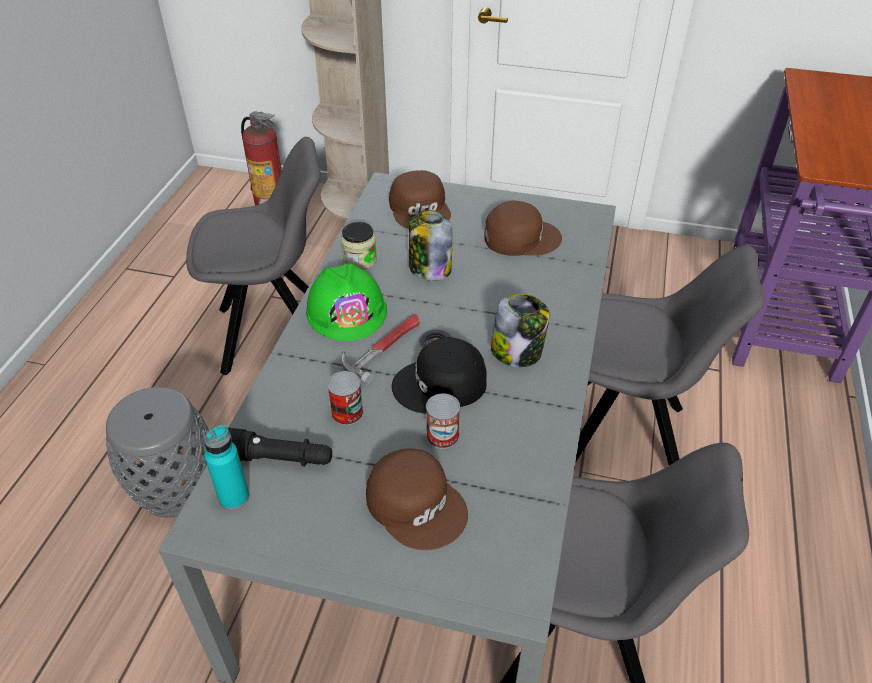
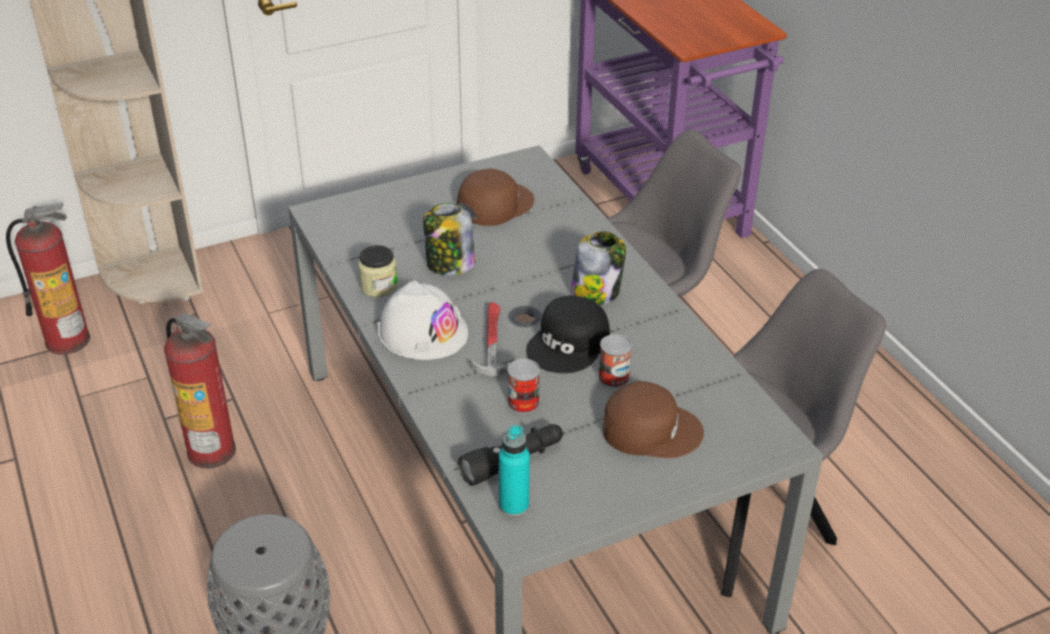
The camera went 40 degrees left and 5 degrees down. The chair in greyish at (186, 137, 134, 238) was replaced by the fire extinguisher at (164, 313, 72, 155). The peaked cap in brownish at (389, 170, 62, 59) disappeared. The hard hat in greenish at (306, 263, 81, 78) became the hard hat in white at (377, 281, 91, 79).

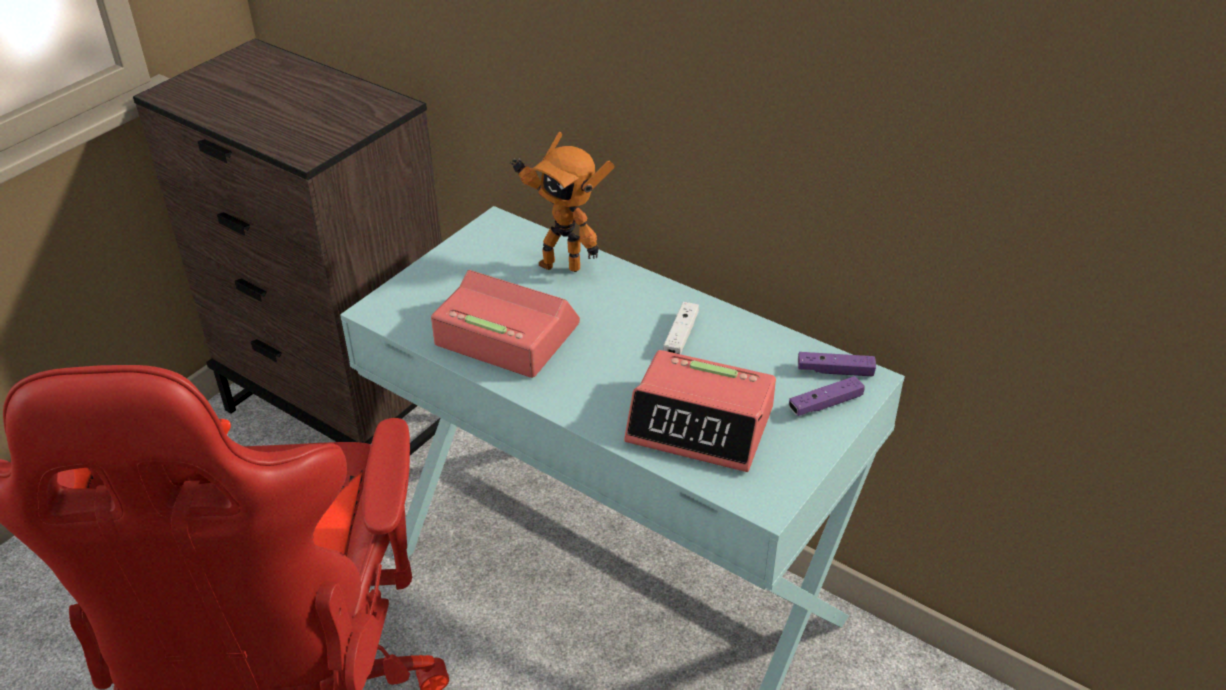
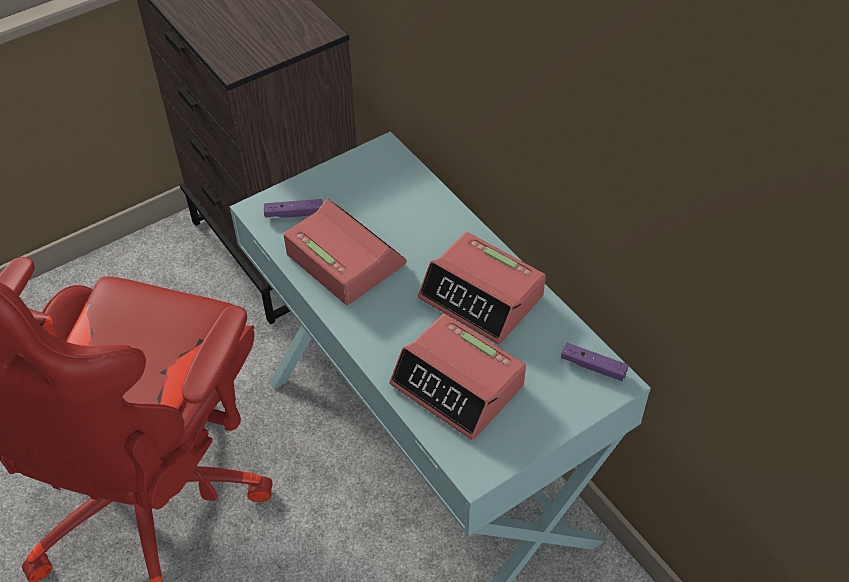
The camera went 20 degrees right and 10 degrees up. The toy robot at (510, 131, 105, 141) disappeared. The joypad in white at (663, 302, 36, 52) was replaced by the table clock at (418, 232, 128, 113). The joypad in purplish moved from (789, 376, 76, 40) to (264, 199, 59, 19).

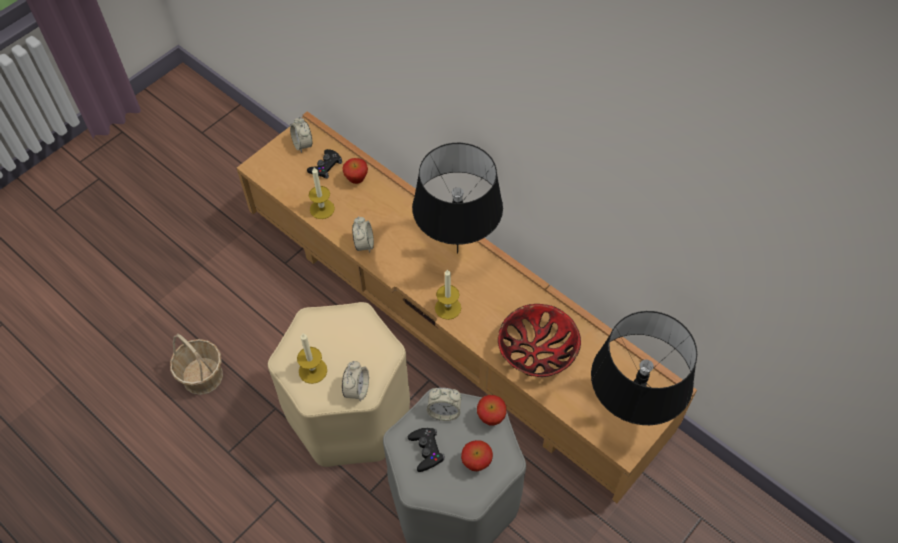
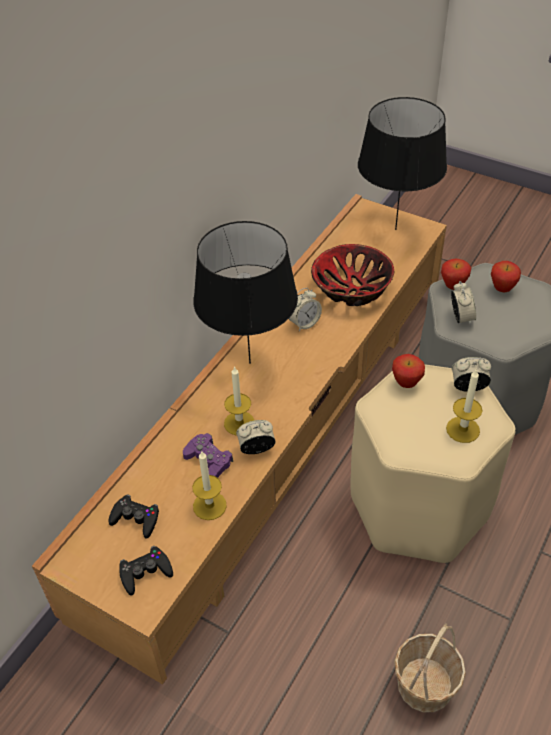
The camera went 100 degrees left and 10 degrees down. The table clock moved from (290, 117, 22, 36) to (289, 288, 33, 43). The apple moved from (342, 158, 26, 26) to (392, 354, 33, 34). The wax candle moved from (435, 269, 26, 51) to (224, 366, 30, 69). The joypad in black-coloured moved from (408, 428, 37, 44) to (120, 546, 53, 50). The joypad in purplish at (183, 433, 50, 45) appeared.

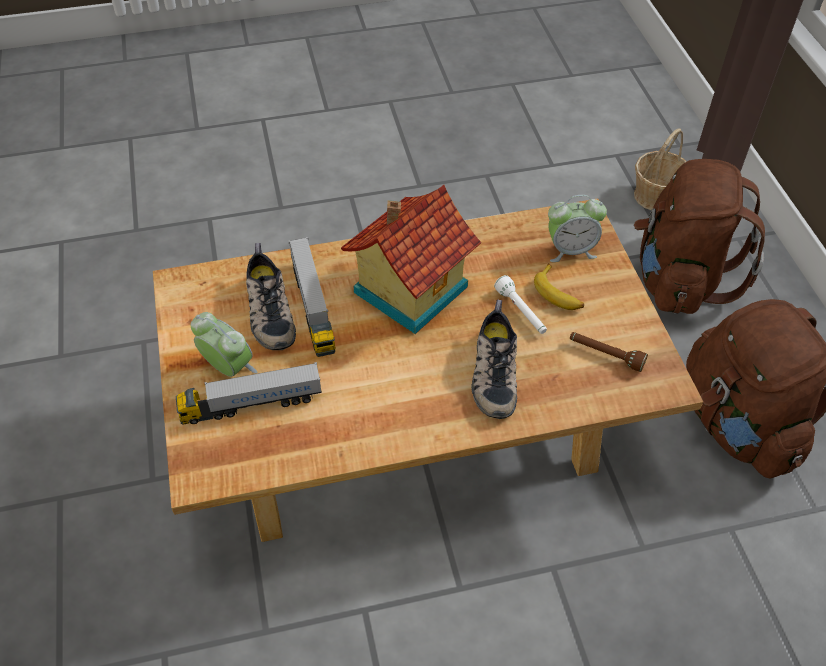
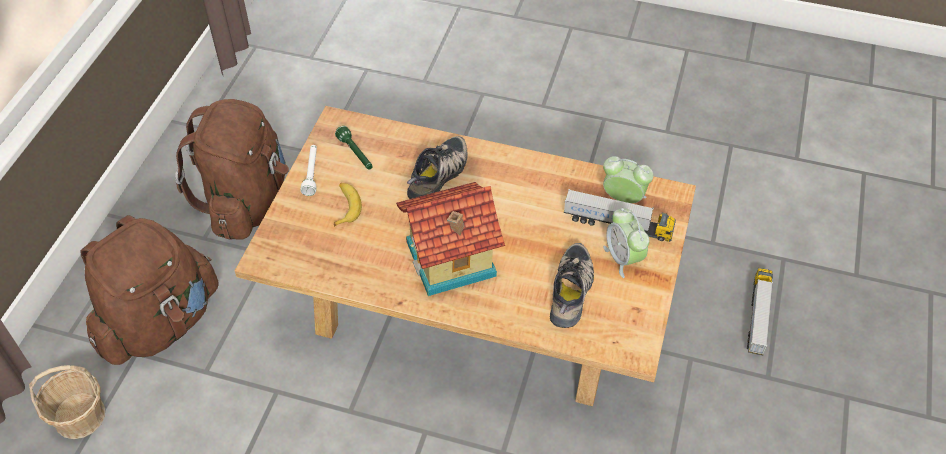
The camera went 150 degrees left and 0 degrees up. The table clock moved from (548, 195, 59, 67) to (603, 156, 50, 47). The model truck moved from (288, 237, 48, 120) to (747, 268, 26, 87). The flashlight in white moved from (494, 275, 53, 59) to (301, 145, 16, 51). The flashlight in brownish at (570, 332, 78, 40) became the flashlight in greenish at (335, 126, 38, 44).

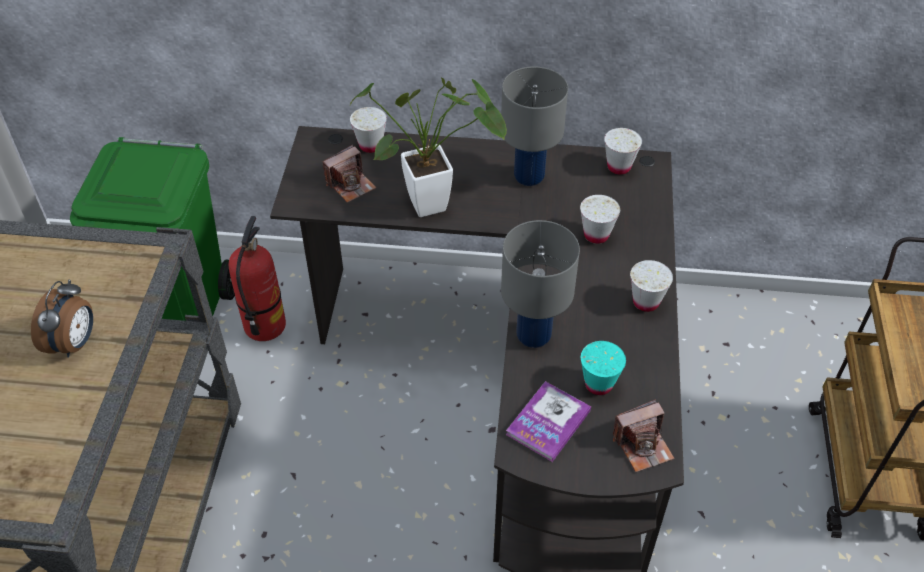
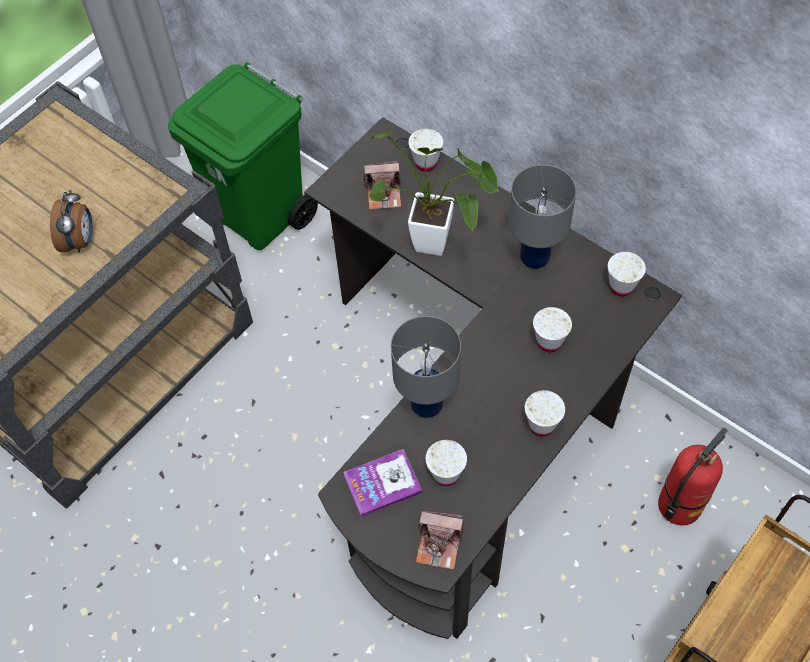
The camera went 35 degrees right and 10 degrees up. The fire extinguisher moved from (229, 216, 57, 125) to (658, 427, 70, 99). The table clock at (31, 279, 62, 78) turned 45 degrees counterclockwise. The drinking cup in blue-green at (581, 341, 45, 54) became the drinking cup in white at (426, 440, 41, 46).

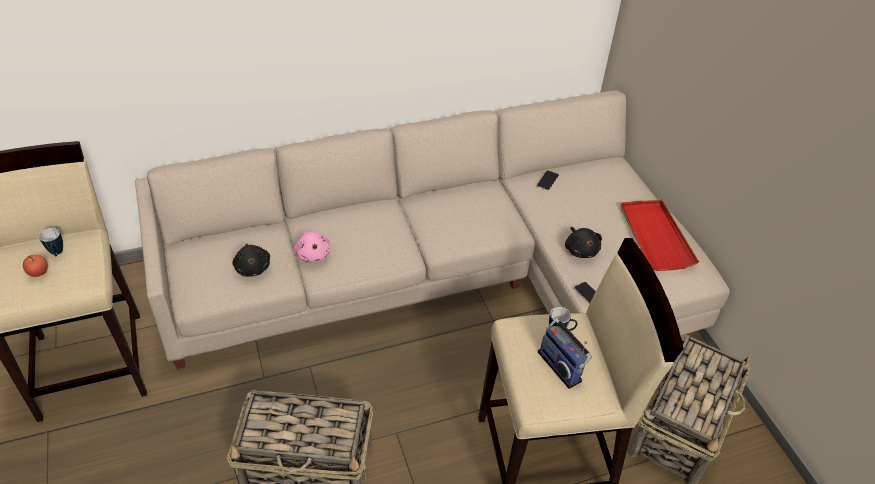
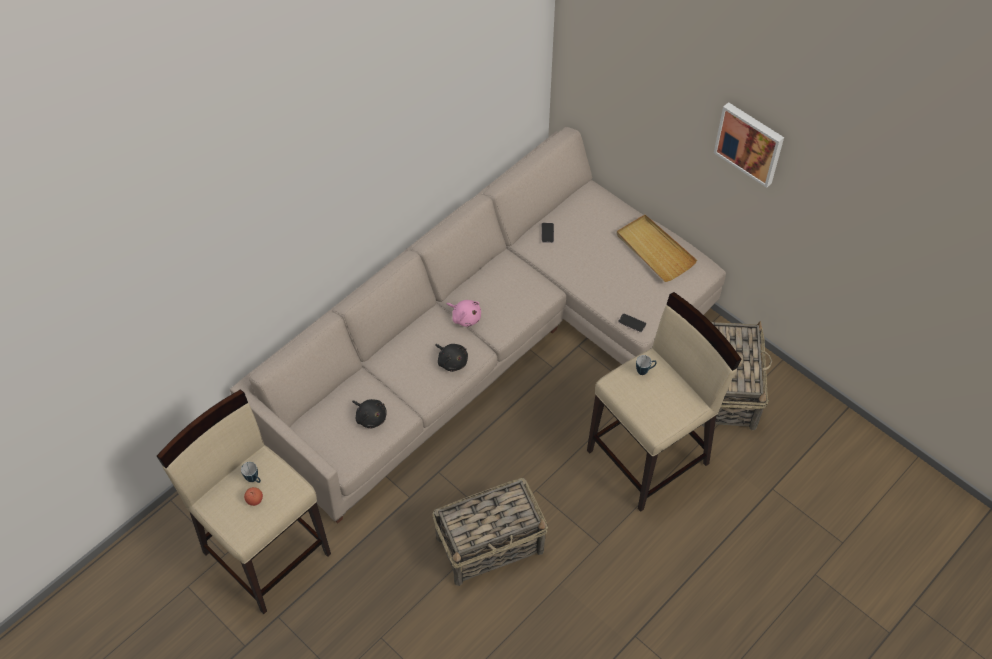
The camera went 25 degrees left and 10 degrees up. The tray in red at (621, 200, 78, 71) became the tray in beige-coloured at (616, 215, 81, 67). The cuddly toy in black-coloured moved from (565, 227, 37, 31) to (435, 344, 33, 28). The cuddly toy in pink moved from (294, 231, 36, 31) to (447, 300, 34, 27). The radio set at (538, 318, 54, 71) disappeared. The picture at (714, 102, 70, 86) appeared.

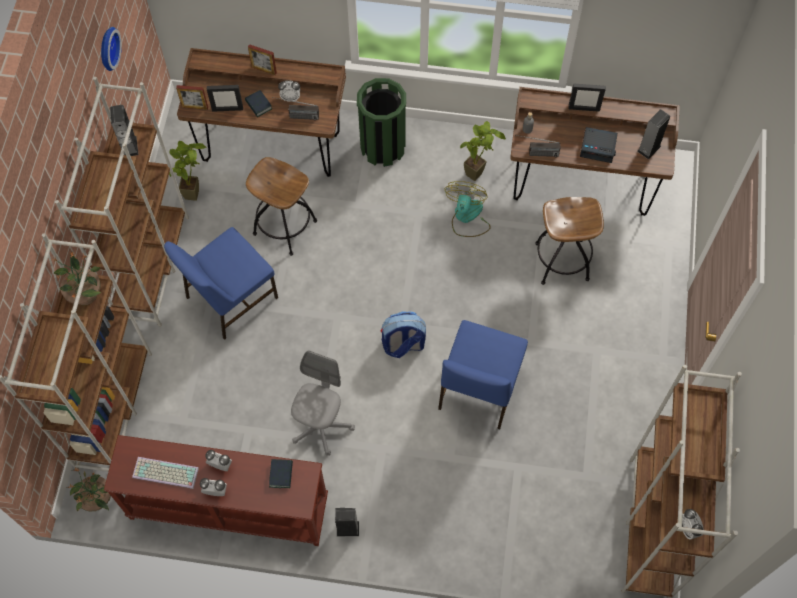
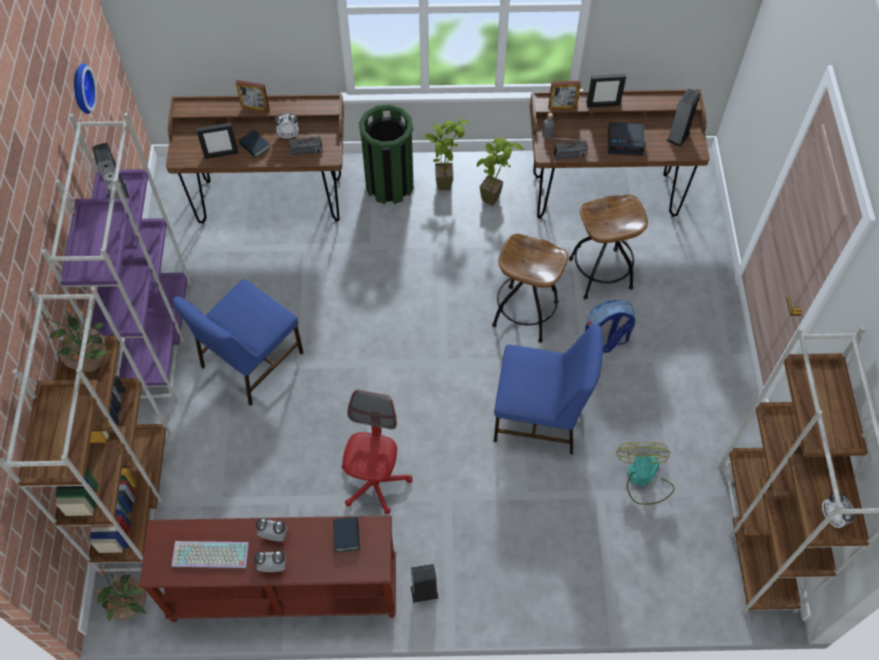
The camera went 10 degrees left and 5 degrees down. The bookcase in brownish at (55, 77, 134, 250) became the bookcase in purplish at (41, 113, 151, 290). The standing frame moved from (176, 85, 32, 25) to (548, 81, 33, 29). The houseplant moved from (169, 141, 38, 60) to (425, 119, 45, 71). The sitting stool in brownish moved from (246, 157, 71, 99) to (492, 234, 76, 109). The electric fan moved from (445, 181, 46, 56) to (616, 442, 59, 63). The backpack moved from (381, 311, 45, 47) to (585, 299, 50, 54). The chair in blue at (438, 320, 90, 109) turned 90 degrees counterclockwise. The desk chair in greyish at (291, 351, 64, 105) became the desk chair in red at (341, 390, 71, 124).

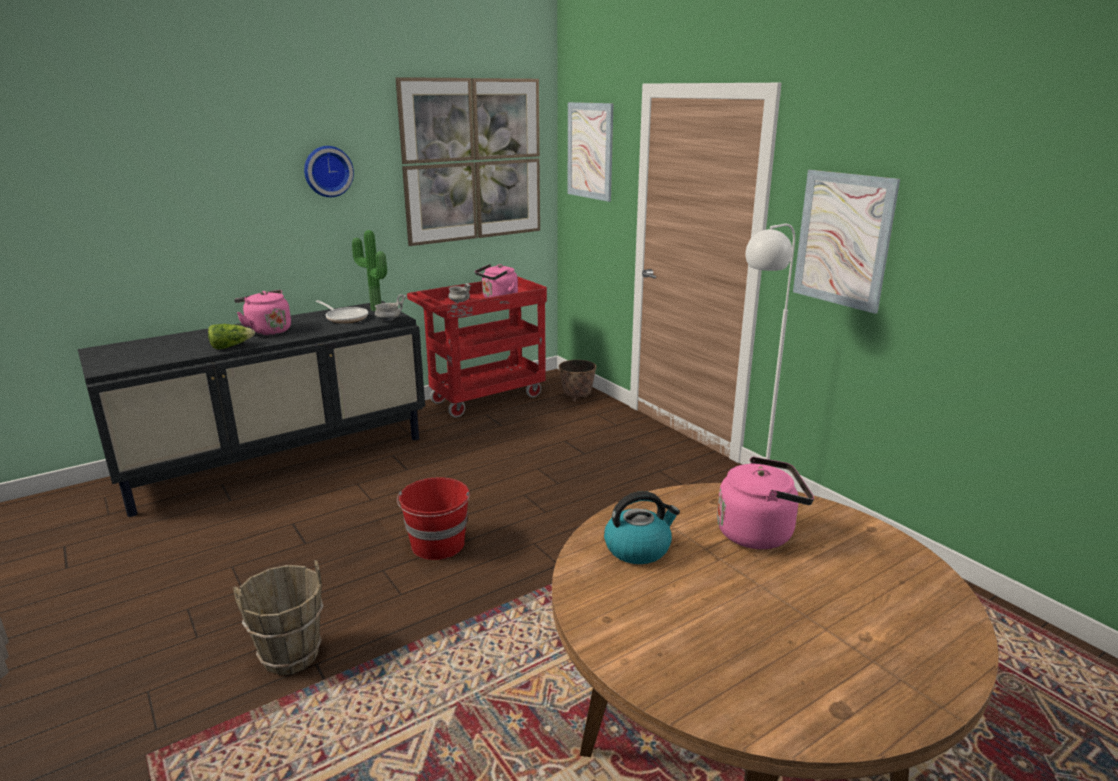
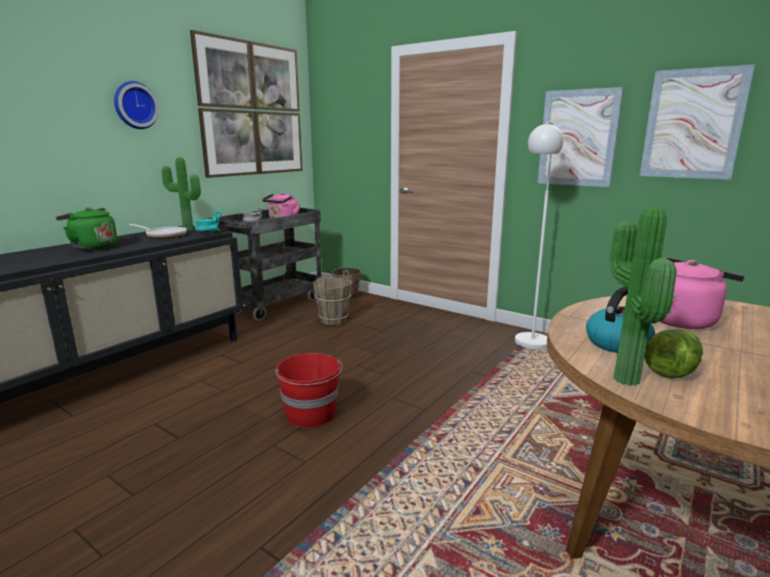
The camera went 20 degrees left and 5 degrees down. The picture moved from (567, 102, 47, 100) to (640, 64, 115, 116). The wheeled cart in red at (407, 276, 140, 141) became the wheeled cart in black-coloured at (208, 208, 114, 113). The tea kettle in pink at (234, 290, 57, 46) became the tea kettle in greenish at (56, 207, 61, 43). The serving bowl in greyish at (375, 294, 31, 27) became the serving bowl in blue-green at (194, 211, 28, 23). The lettuce head moved from (208, 324, 47, 25) to (644, 329, 59, 50). The bucket in brownish moved from (233, 560, 91, 115) to (313, 270, 39, 55). The houseplant at (610, 206, 67, 180) appeared.

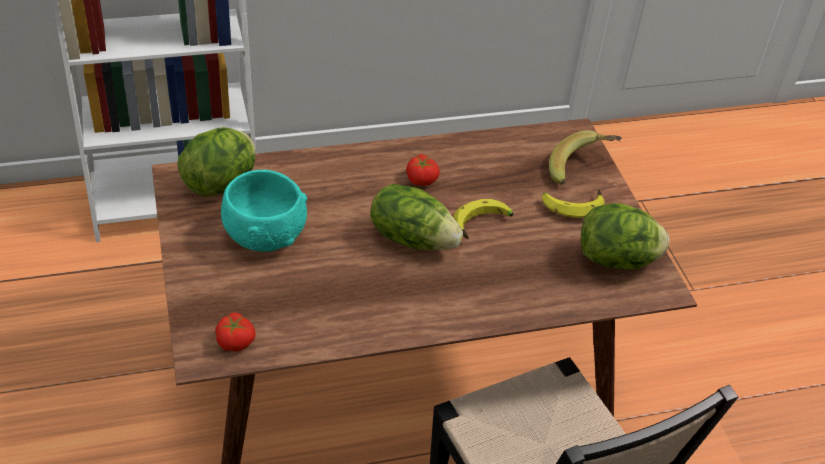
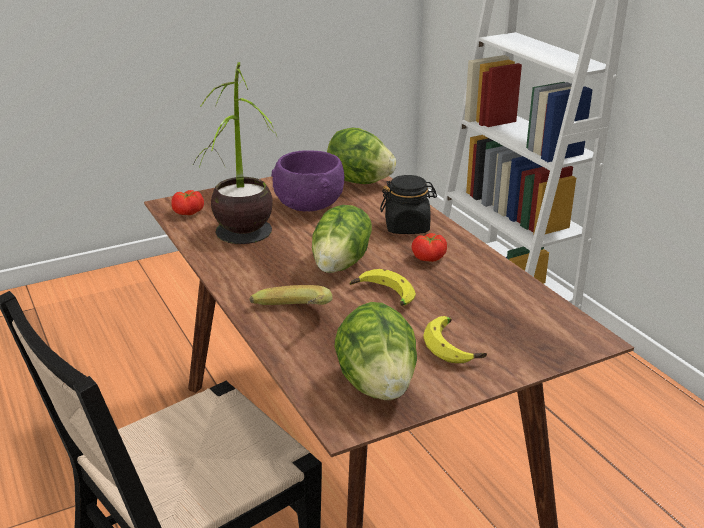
The camera went 80 degrees right and 15 degrees down. The whole banana moved from (549, 130, 73, 55) to (250, 285, 83, 20). The serving bowl in blue-green at (221, 170, 86, 82) became the serving bowl in purplish at (271, 150, 73, 62). The houseplant at (193, 62, 85, 182) appeared. The preserve jar in black-coloured at (380, 175, 57, 59) appeared.

